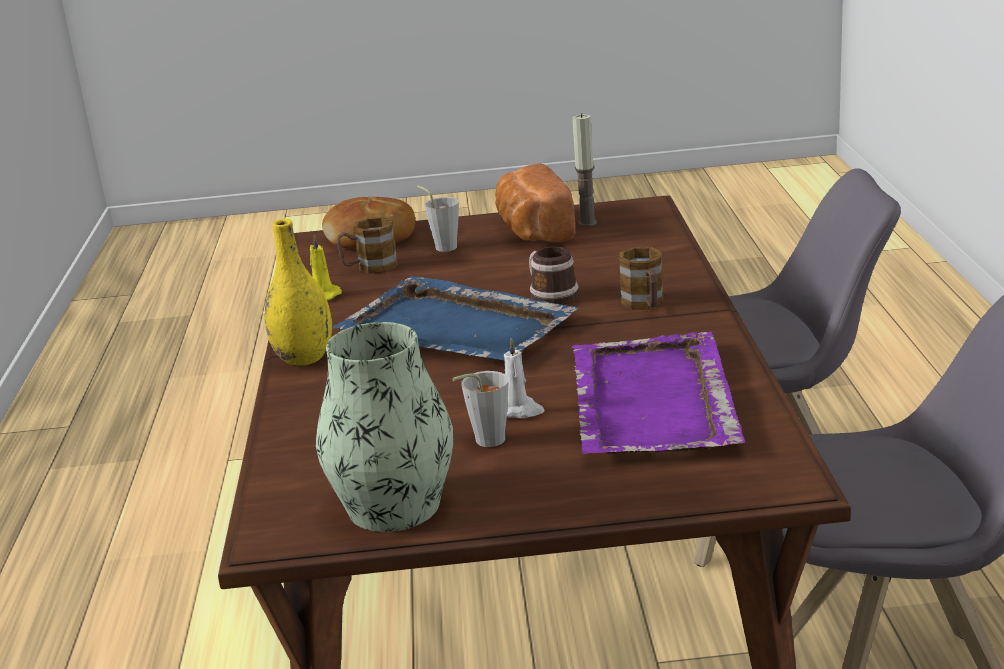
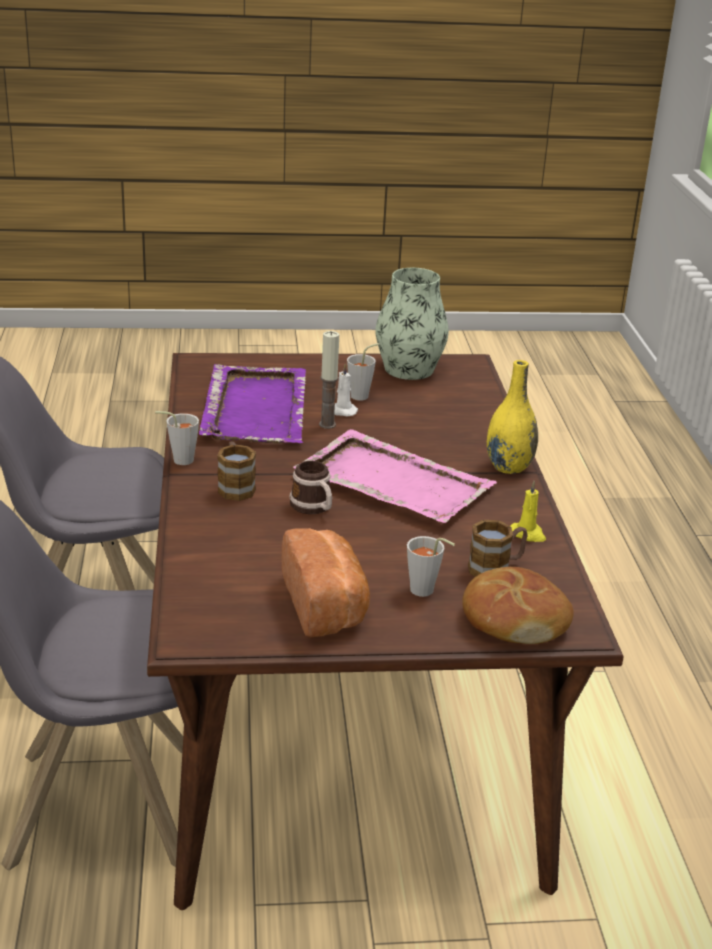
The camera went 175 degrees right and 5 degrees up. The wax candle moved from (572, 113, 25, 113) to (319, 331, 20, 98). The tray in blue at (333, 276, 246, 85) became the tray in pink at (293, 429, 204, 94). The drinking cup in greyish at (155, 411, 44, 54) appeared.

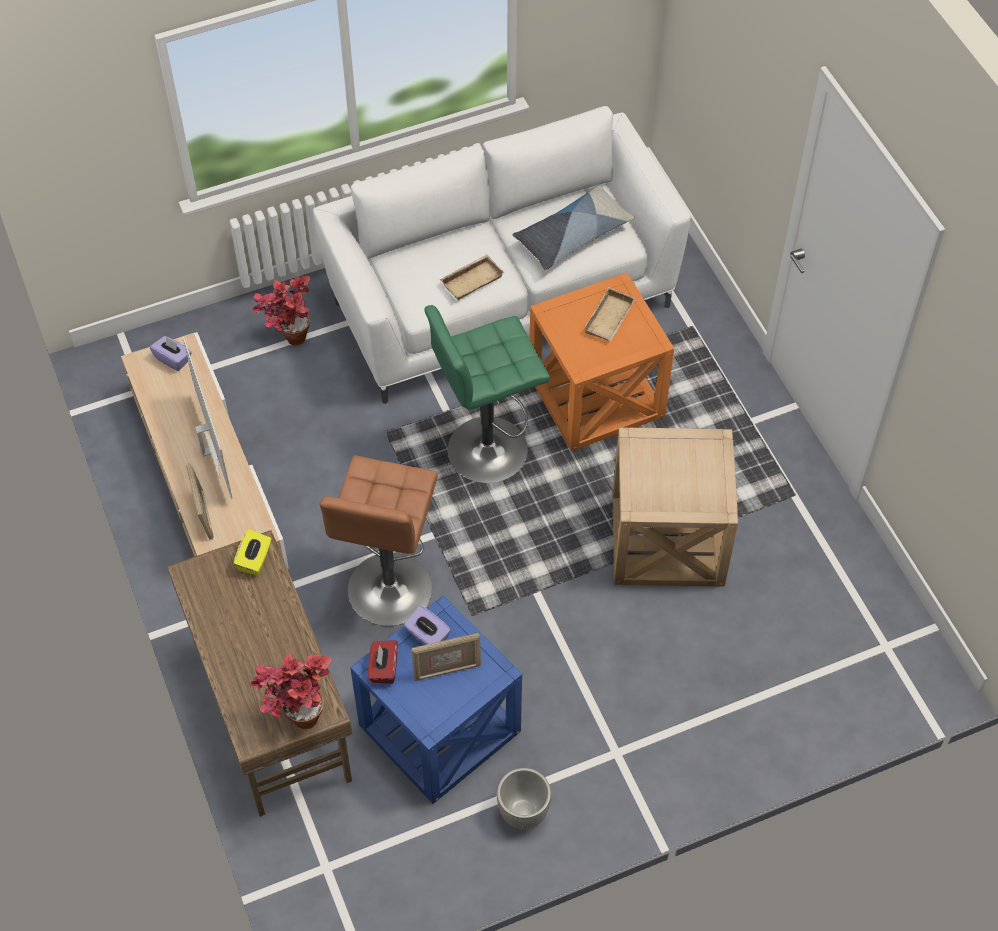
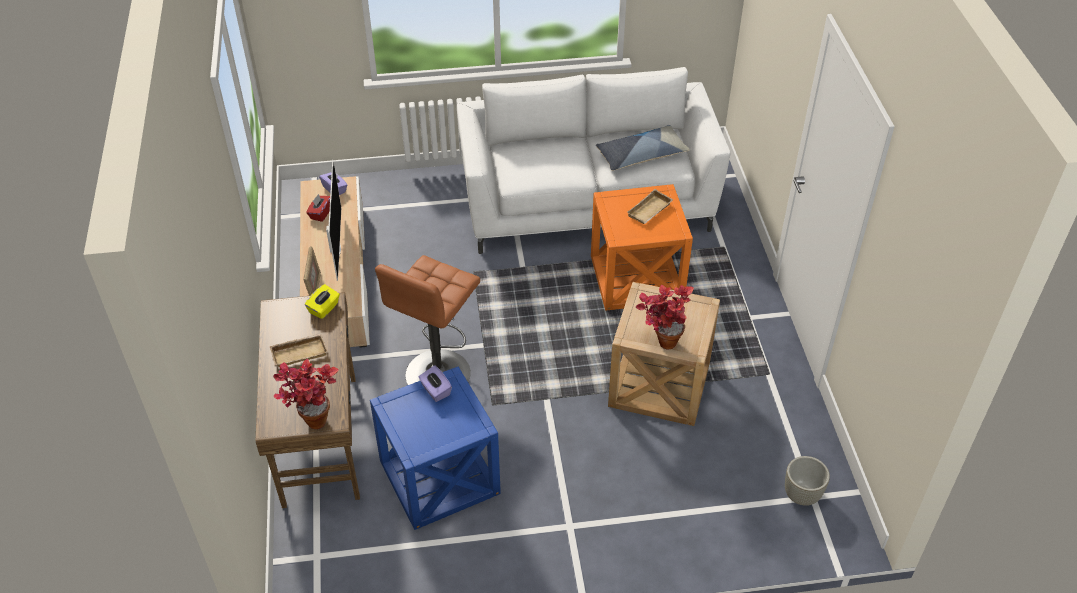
The camera went 15 degrees right and 10 degrees down. The tray in beige-coloured moved from (439, 254, 66, 46) to (269, 333, 59, 35). The houseplant moved from (252, 276, 58, 70) to (636, 285, 58, 65). The sitting stool in greenish at (424, 305, 126, 178) disappeared. The standing frame at (411, 633, 70, 48) disappeared. The tissue box in red moved from (368, 640, 30, 44) to (306, 194, 24, 28). The planter in greyish moved from (497, 768, 54, 61) to (785, 456, 45, 50).

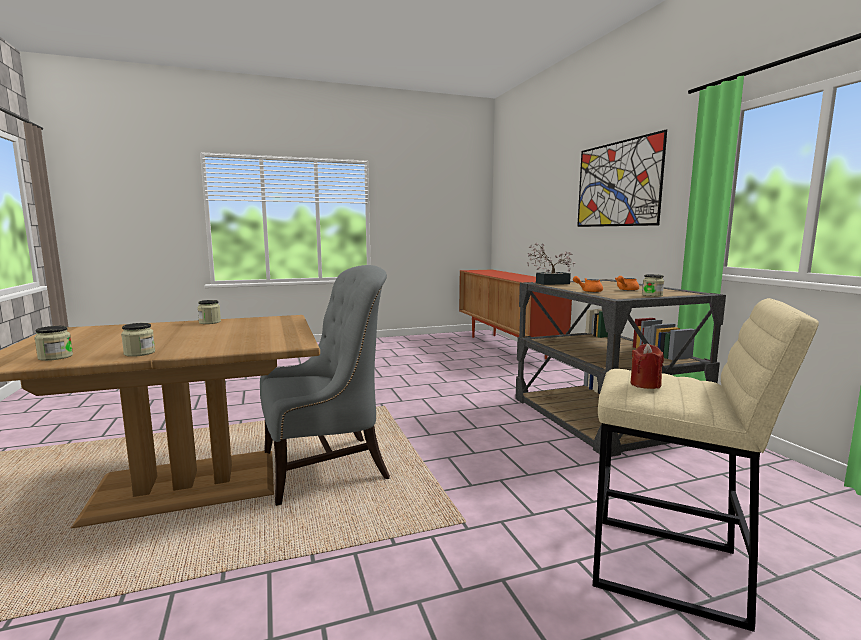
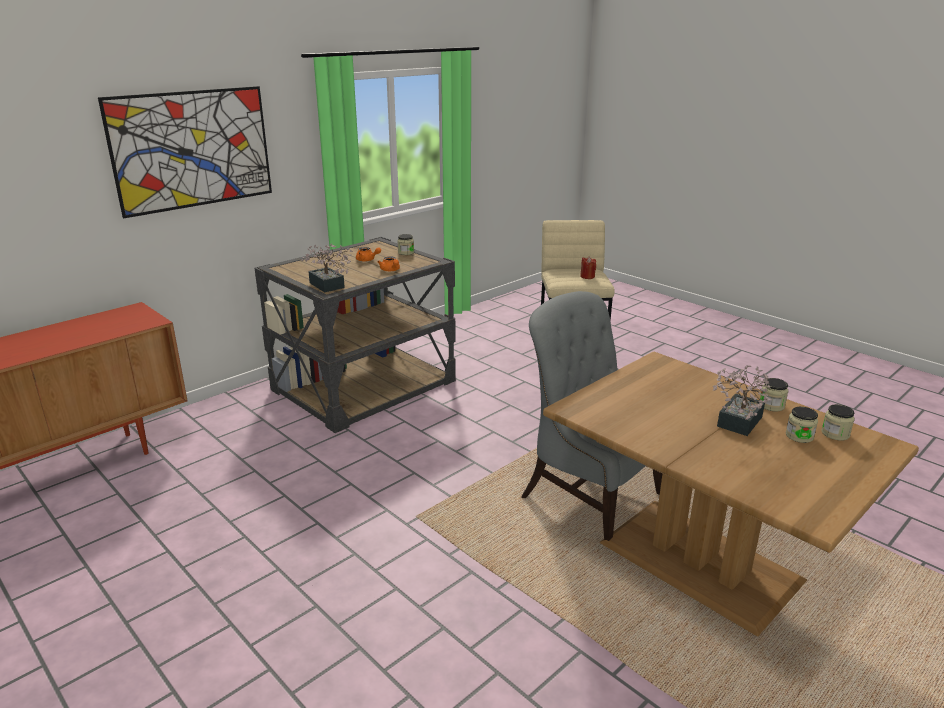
The camera went 115 degrees left and 15 degrees up. The preserve jar moved from (198, 300, 23, 24) to (786, 407, 32, 36). The houseplant at (712, 365, 60, 71) appeared.

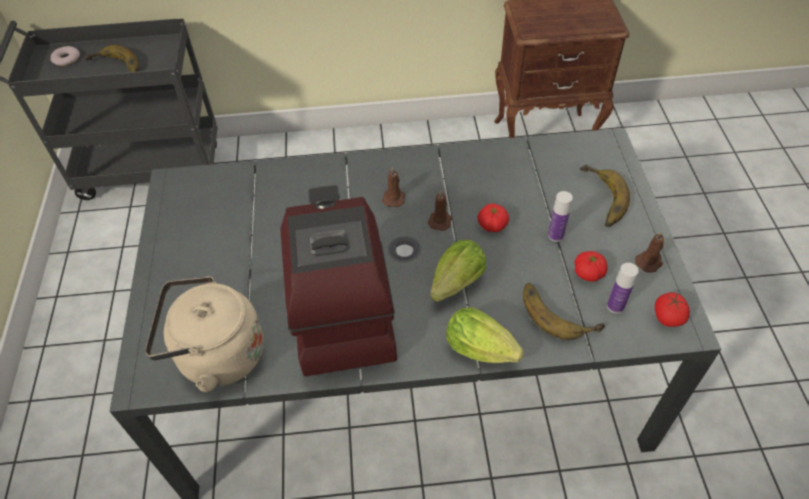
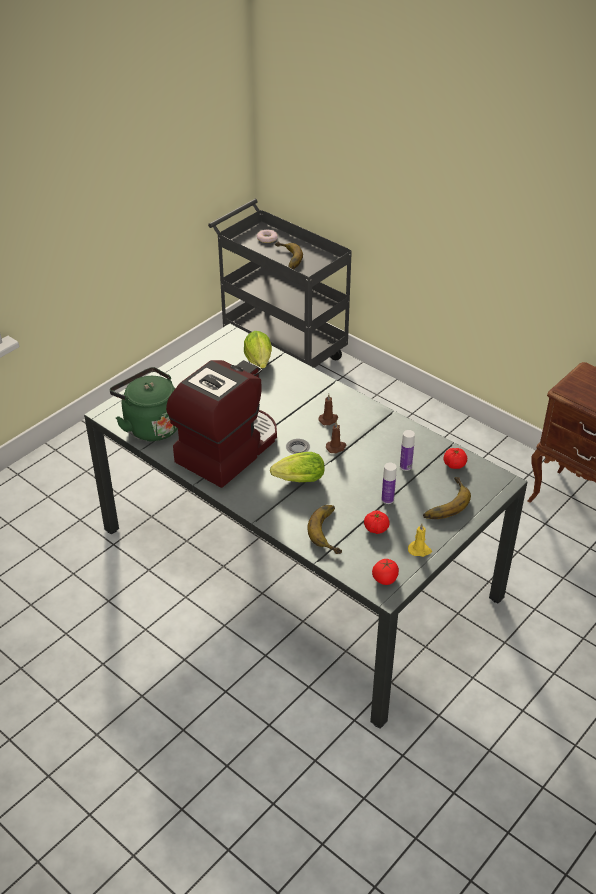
The camera went 45 degrees right and 10 degrees down. The whole tomato moved from (477, 204, 32, 28) to (443, 448, 24, 21). The wax candle in brownish at (635, 231, 29, 42) became the wax candle in yellowish at (408, 523, 24, 34). The bottle moved from (607, 263, 32, 50) to (400, 430, 15, 41). The tea kettle in beige-coloured at (145, 276, 119, 116) became the tea kettle in greenish at (110, 367, 68, 74). The lettuce head moved from (446, 307, 78, 56) to (244, 331, 28, 38).

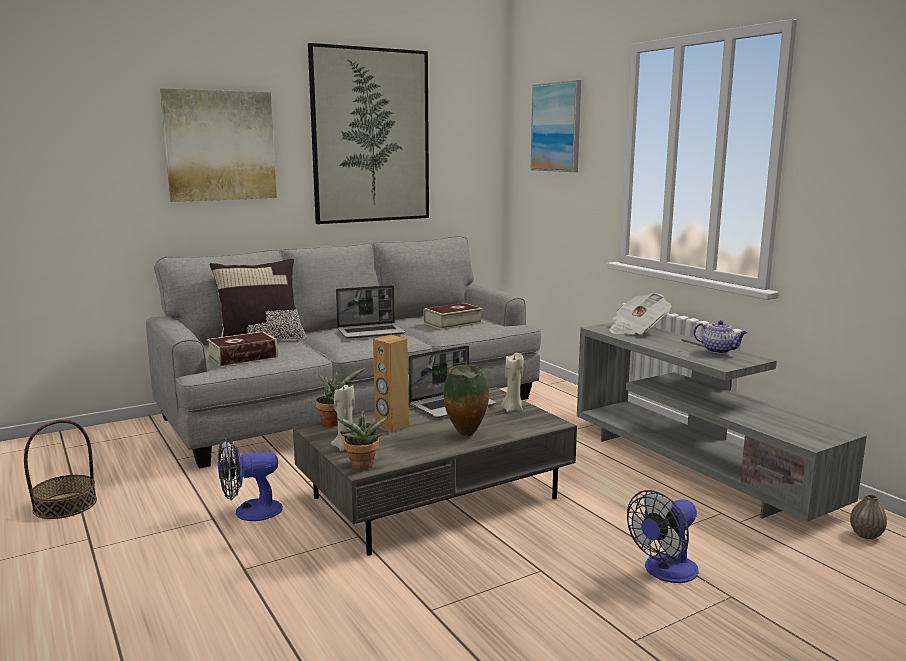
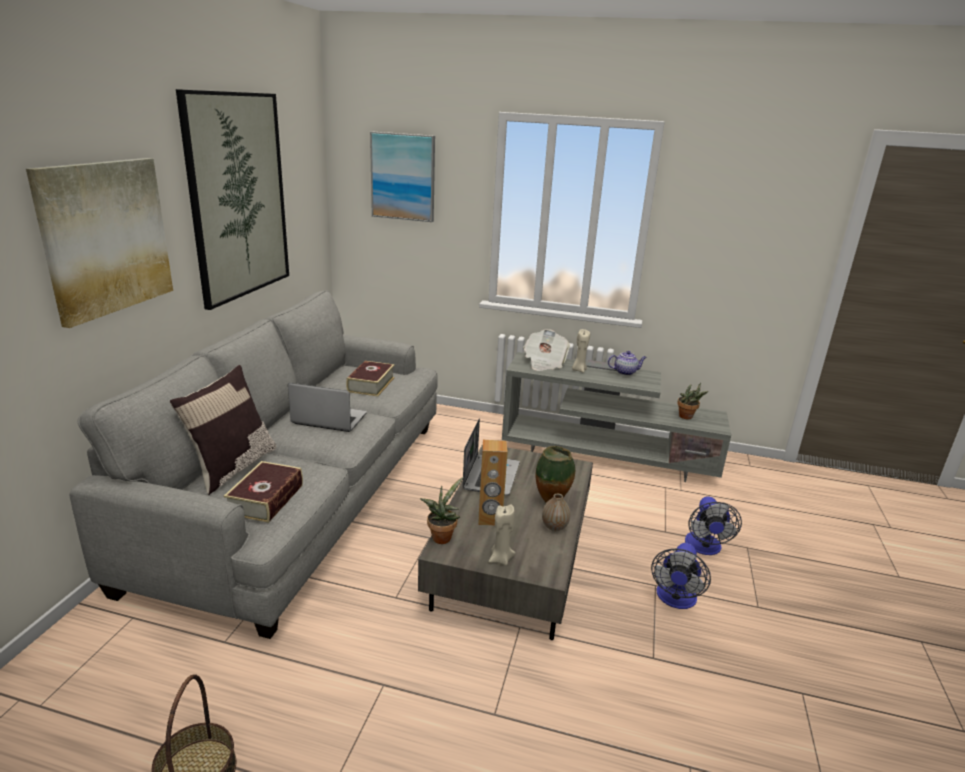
The camera went 45 degrees left and 10 degrees up. The portable computer at (336, 285, 69, 54) turned 105 degrees counterclockwise. The wax candle in beige-coloured moved from (501, 353, 22, 59) to (572, 329, 18, 44). The houseplant moved from (337, 409, 51, 61) to (677, 383, 31, 36). The electric fan moved from (218, 438, 65, 83) to (651, 543, 60, 66). The flower vase moved from (850, 494, 37, 45) to (542, 494, 28, 38).

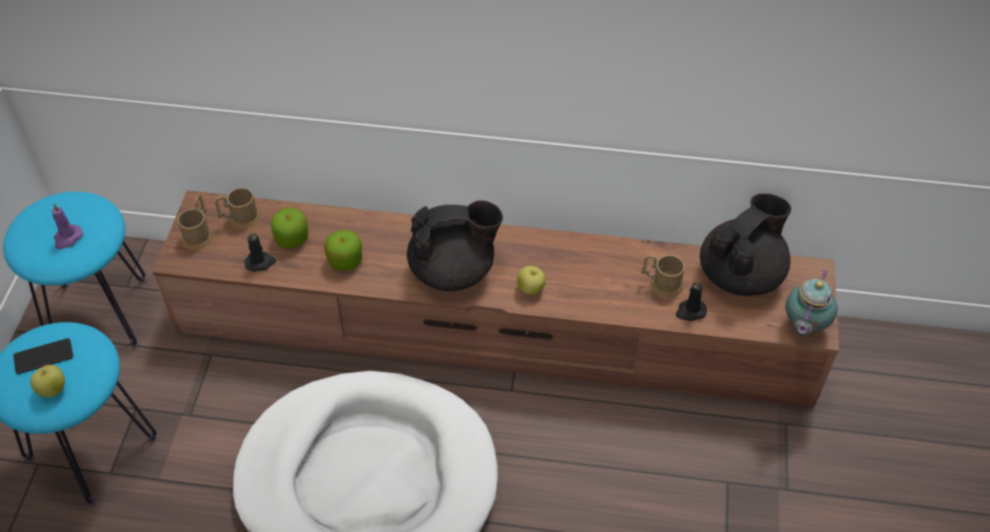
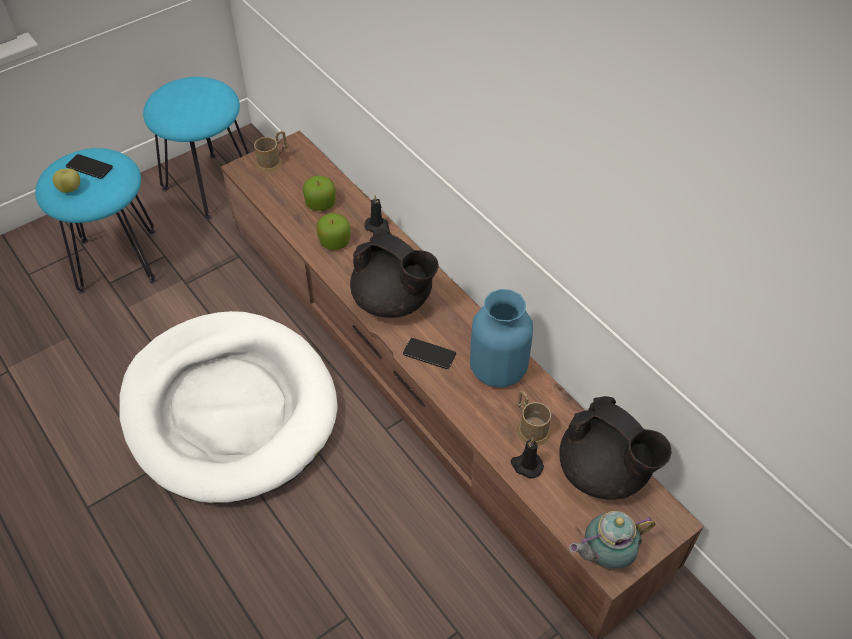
The camera went 45 degrees right and 0 degrees up. The tea mug in brownish at (214, 188, 47, 41) disappeared. The pot for tea in black-coloured at (700, 194, 91, 102) turned 45 degrees clockwise. The wax candle in purplish at (51, 203, 32, 46) disappeared. The wax candle in black-coloured moved from (245, 230, 31, 42) to (364, 195, 26, 38). The apple at (517, 266, 29, 28) was replaced by the handset at (403, 338, 53, 31). The flower vase in blue at (470, 289, 63, 98) appeared.

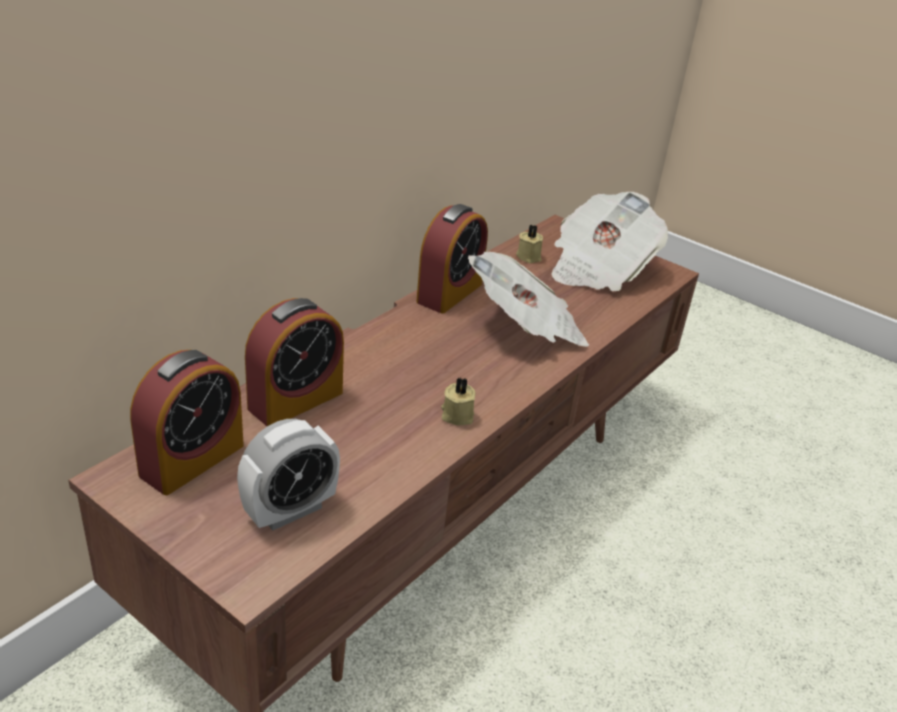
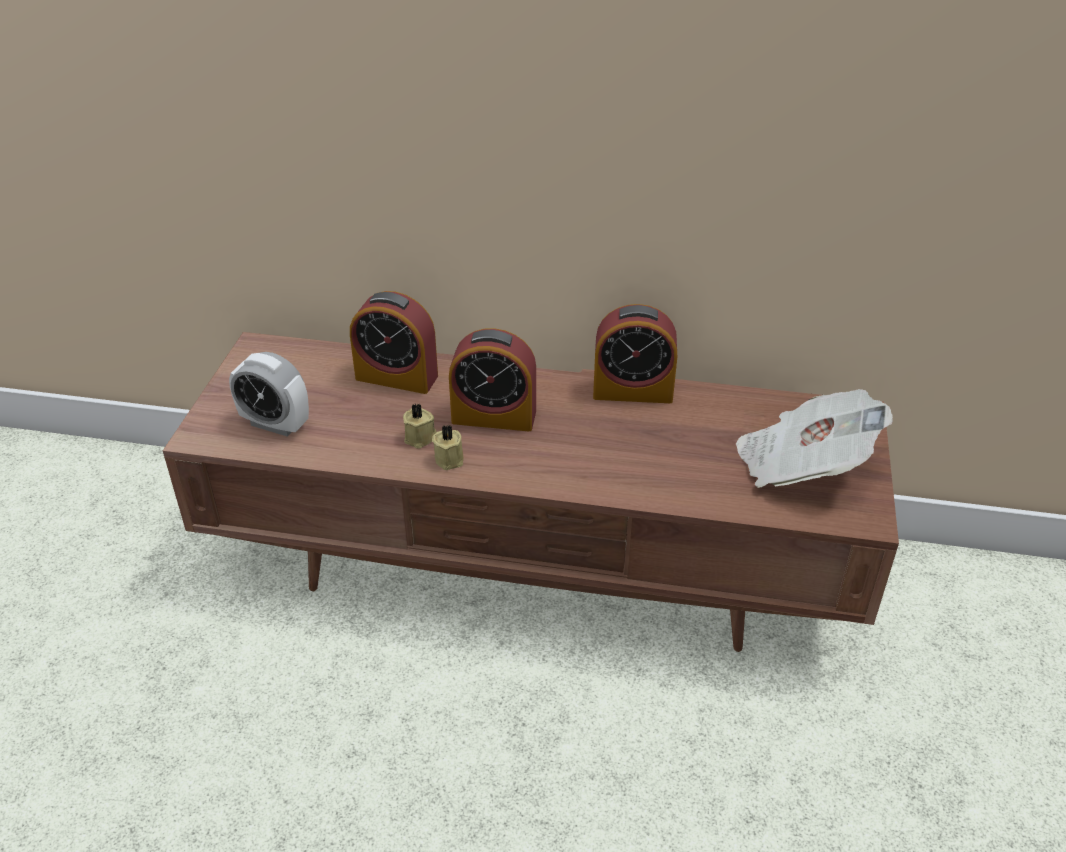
The camera went 65 degrees right and 5 degrees up. The wax candle in beige-coloured moved from (516, 224, 27, 39) to (403, 403, 33, 46). The daily paper at (468, 252, 122, 95) disappeared. The table clock moved from (130, 350, 114, 145) to (449, 328, 87, 103).

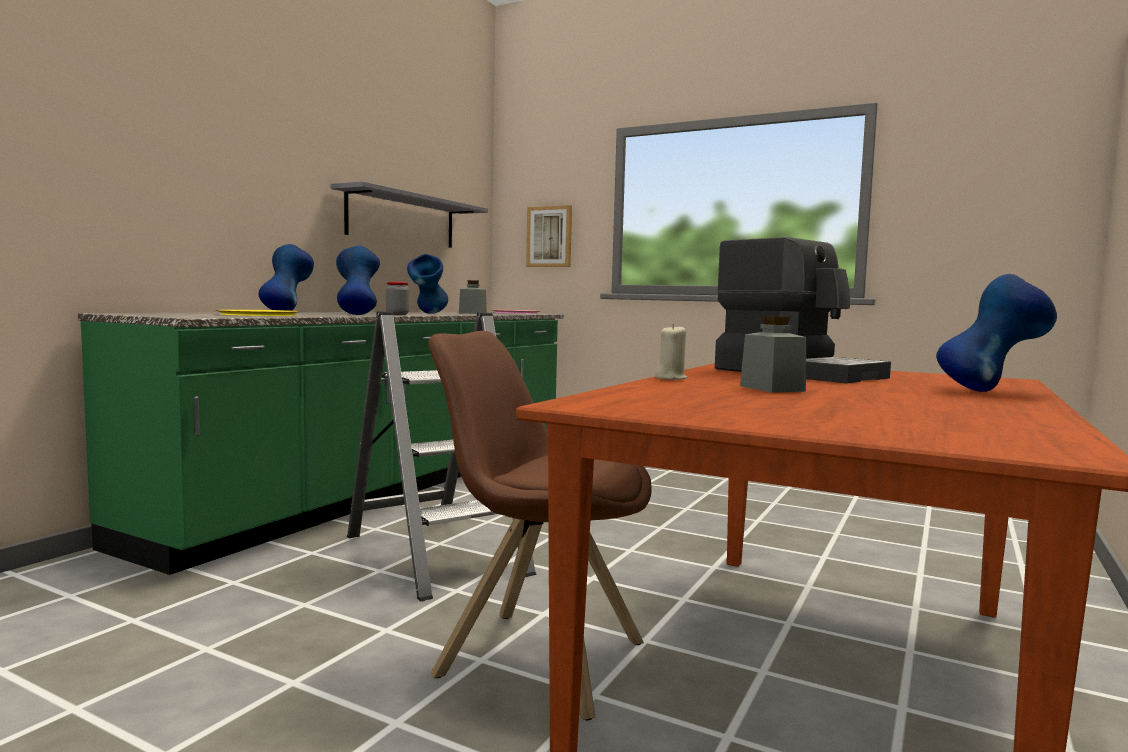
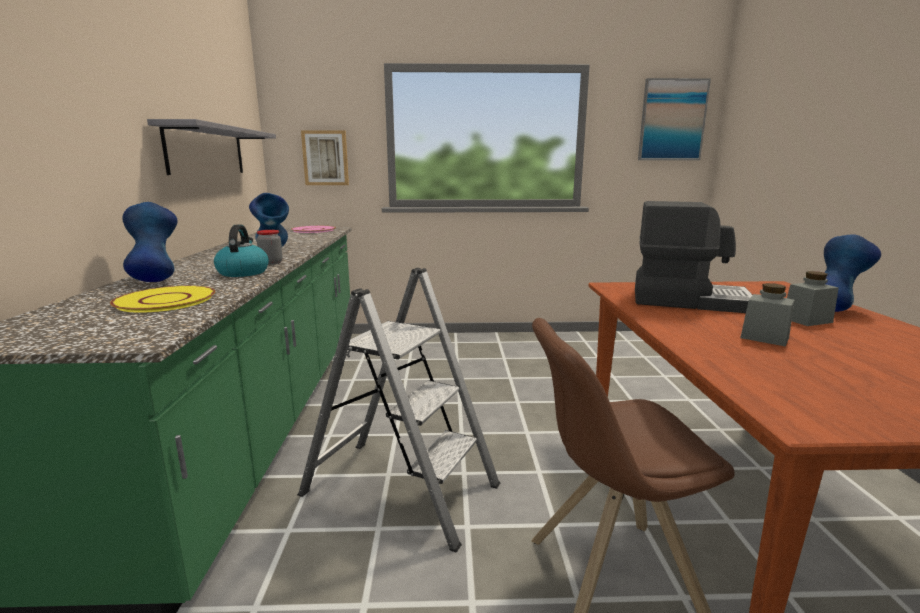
The camera went 30 degrees left and 10 degrees up. The flower vase in blue at (336, 246, 44, 69) was replaced by the tea kettle at (214, 225, 55, 52). The preserve jar in greyish moved from (459, 280, 28, 34) to (787, 271, 52, 55). The wax candle in beige-coloured at (655, 324, 32, 56) disappeared. The picture at (638, 78, 73, 82) appeared.

